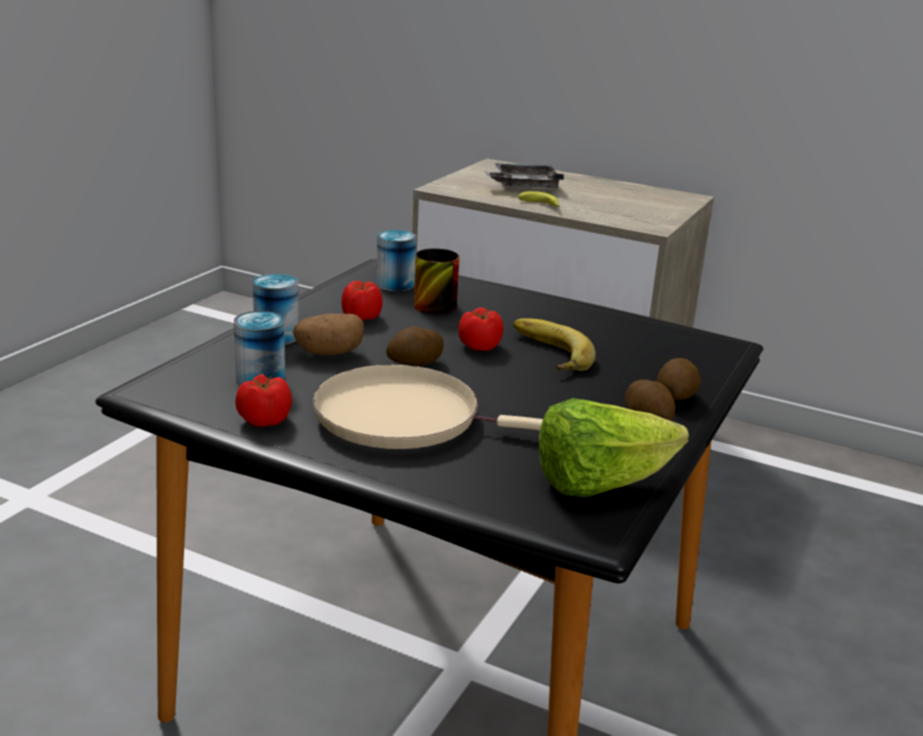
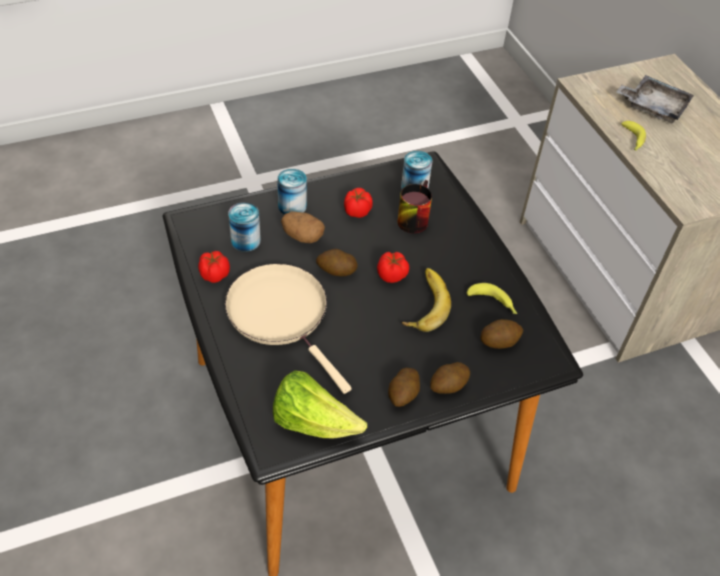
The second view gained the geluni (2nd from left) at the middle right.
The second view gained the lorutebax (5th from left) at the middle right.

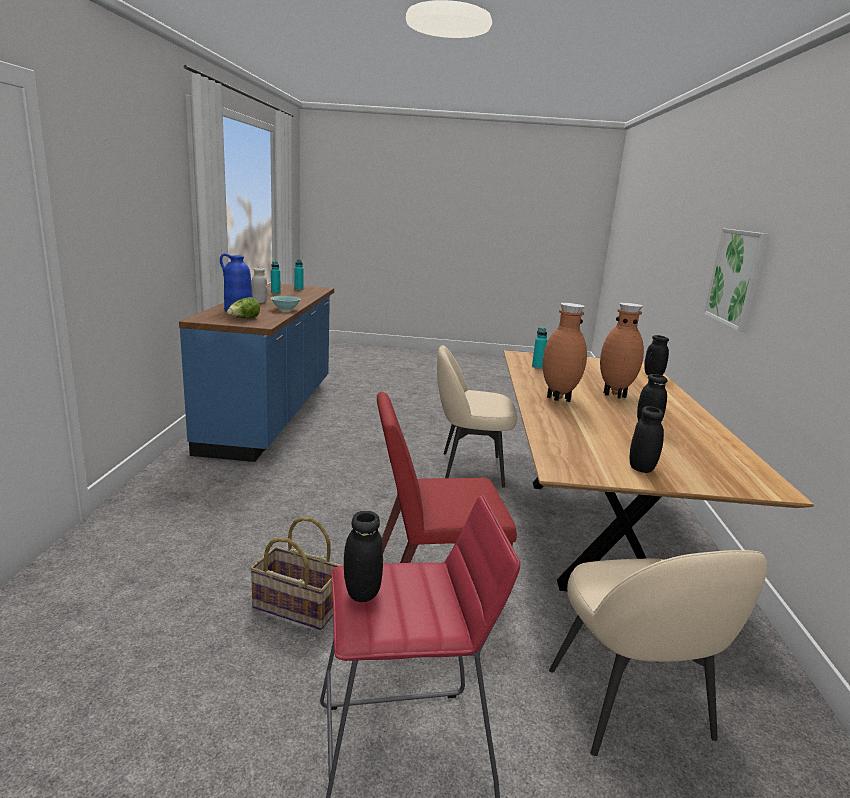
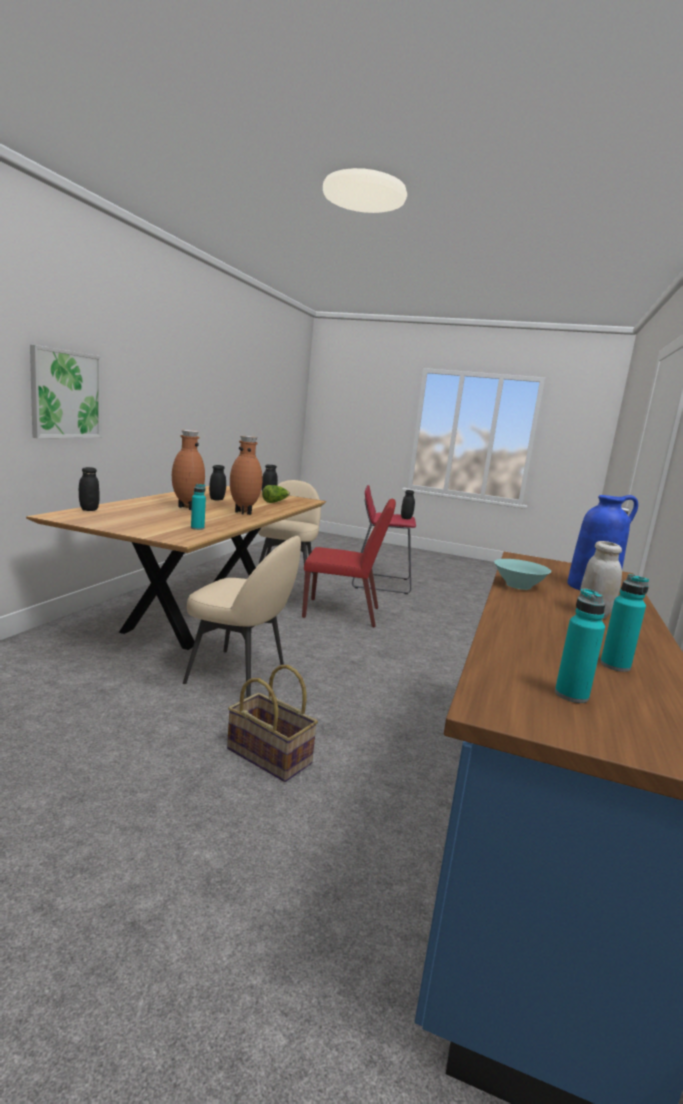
The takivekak ended up elsewhere, having gone from the bottom centre to the centre.
The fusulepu ended up elsewhere, having gone from the middle left to the centre.

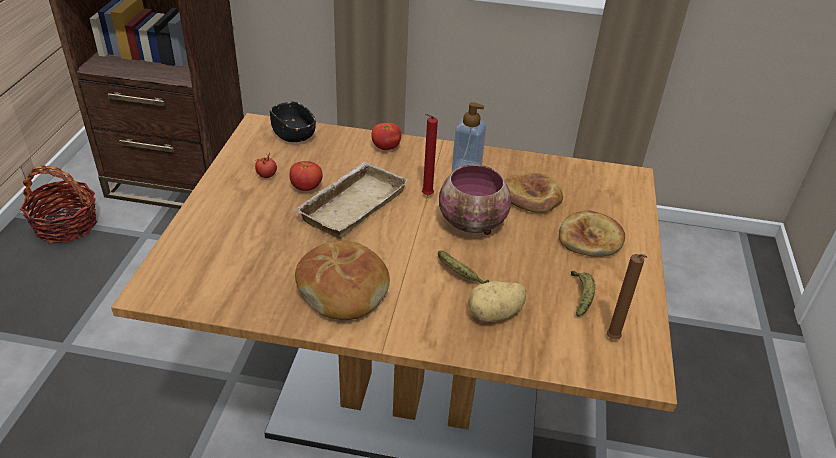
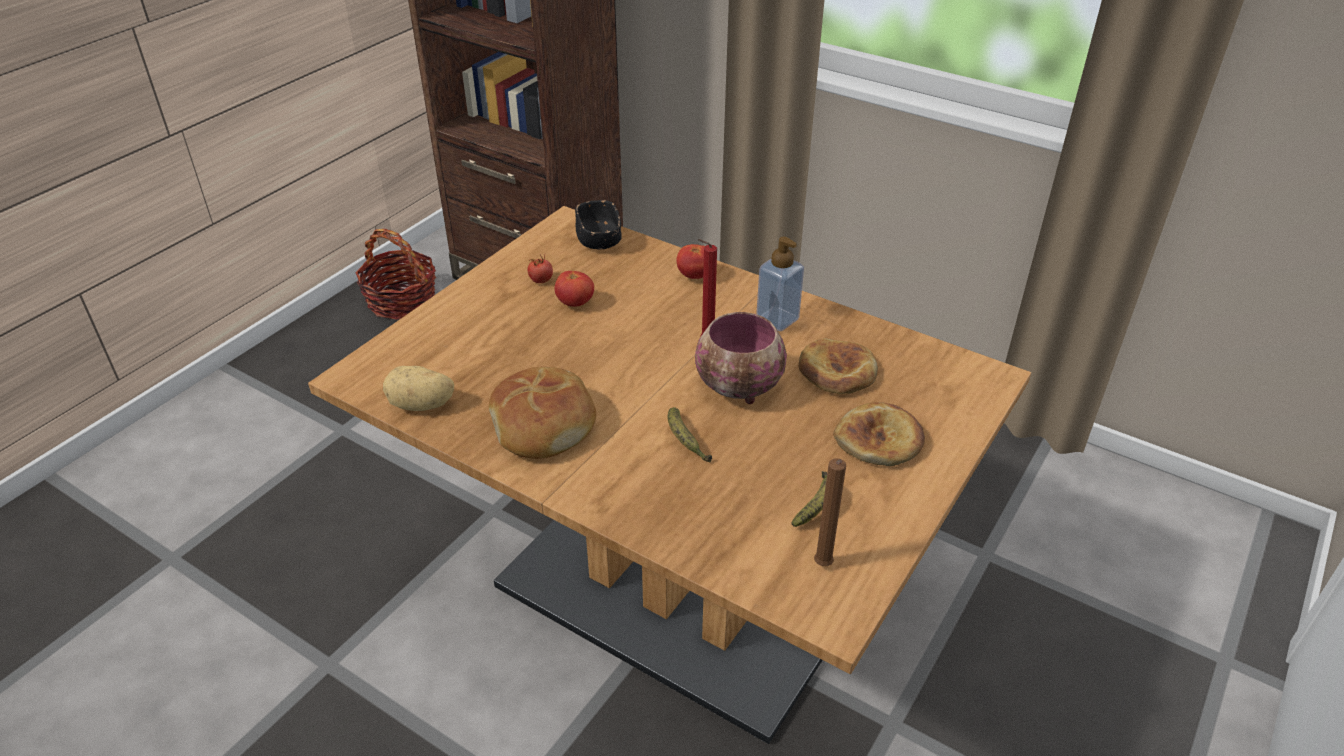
The lorutebax ended up elsewhere, having gone from the centre to the middle left.
The second view lost the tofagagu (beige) at the centre.

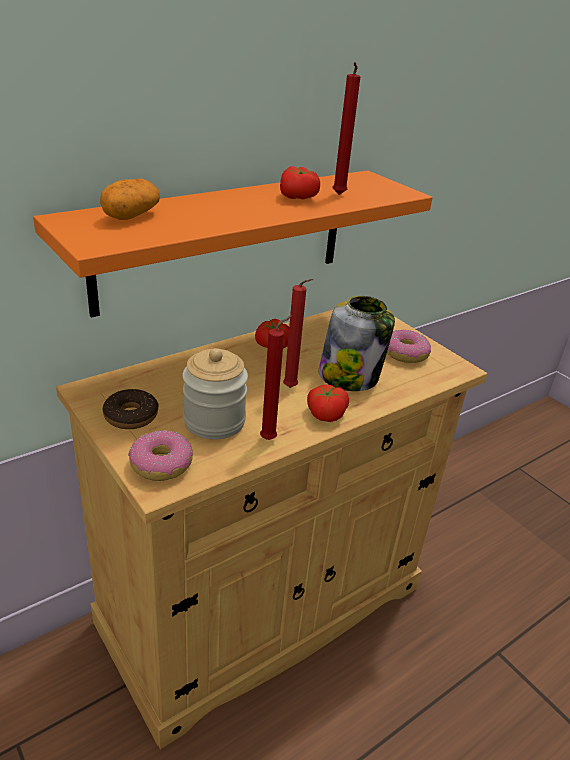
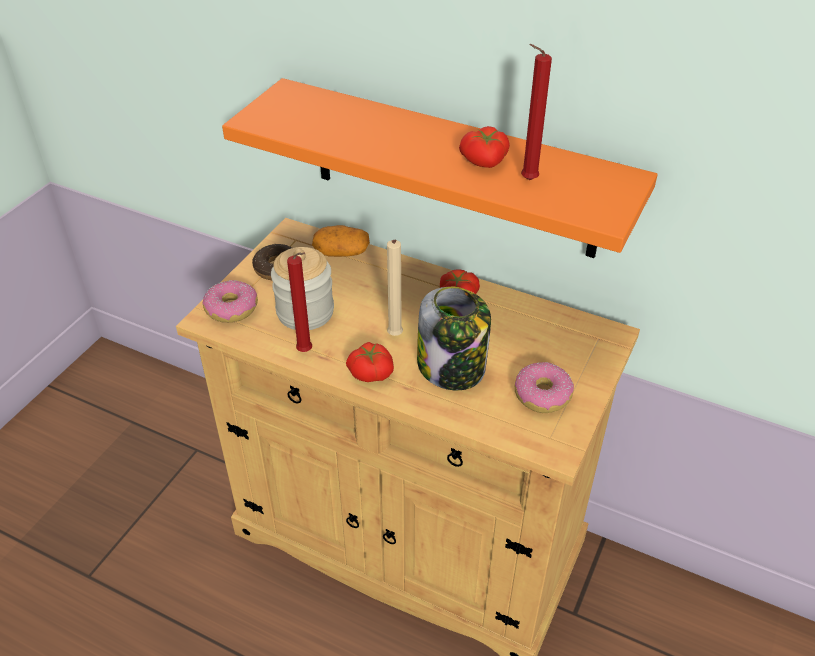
The lorutebax ended up elsewhere, having gone from the top left to the centre.
What was the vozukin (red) (2nd from left) at the centre turned into the vozukin (beige) at the centre.

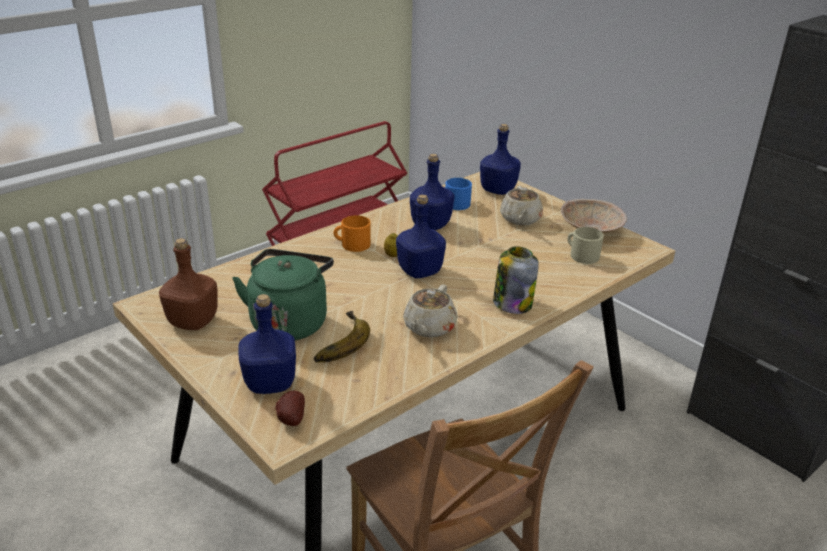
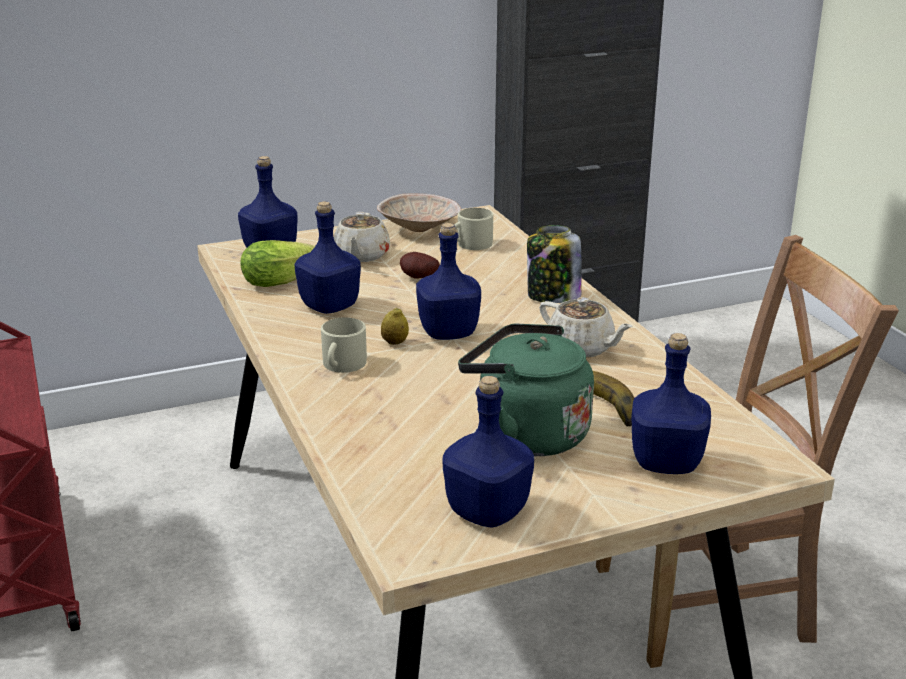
Where the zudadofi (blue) stood at the centre, the fusulepu came to stand at the middle left.
What was the zudadofi (orange) at the centre turned into the zudadofi (beige) (1st from left) at the centre.
The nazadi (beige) (2nd from left in the first image) at the centre ended up facing another way, 75 degrees clockwise from before.
The lorutebax ended up elsewhere, having gone from the bottom centre to the centre.
What was the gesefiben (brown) at the middle left turned into the gesefiben (blue) (4th from left) at the centre.

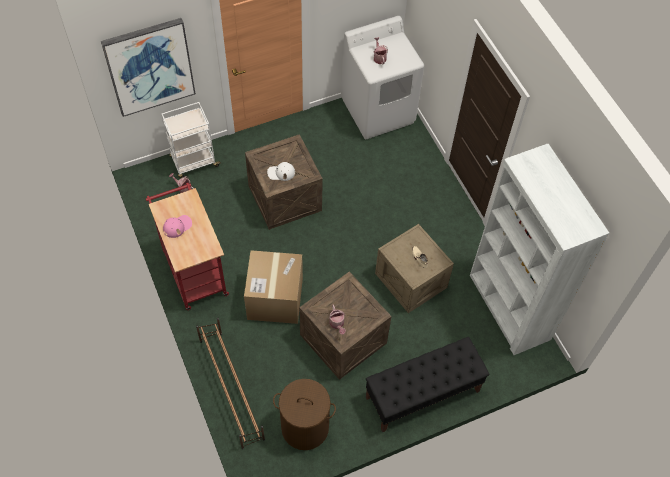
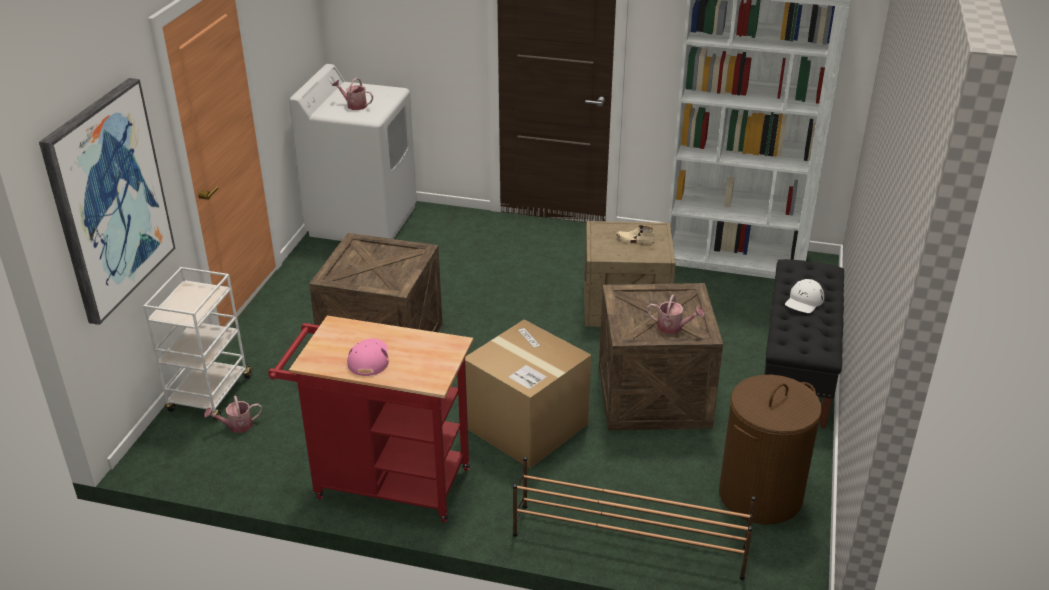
The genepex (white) ended up elsewhere, having gone from the centre to the middle right.

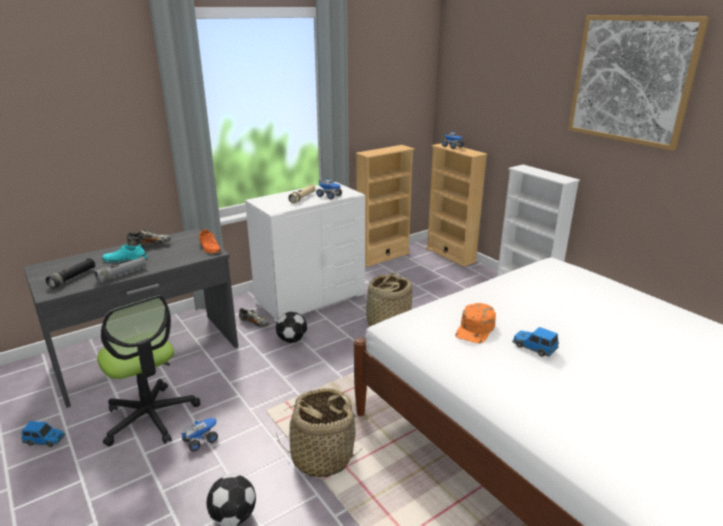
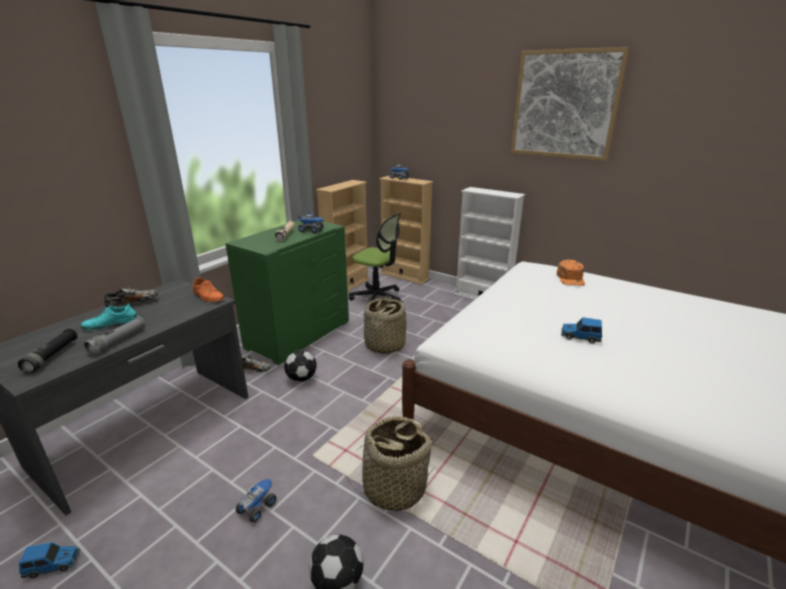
What was the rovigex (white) at the centre turned into the rovigex (green) at the centre.
The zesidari ended up elsewhere, having gone from the bottom left to the centre.
The genepex (orange) ended up elsewhere, having gone from the centre to the middle right.

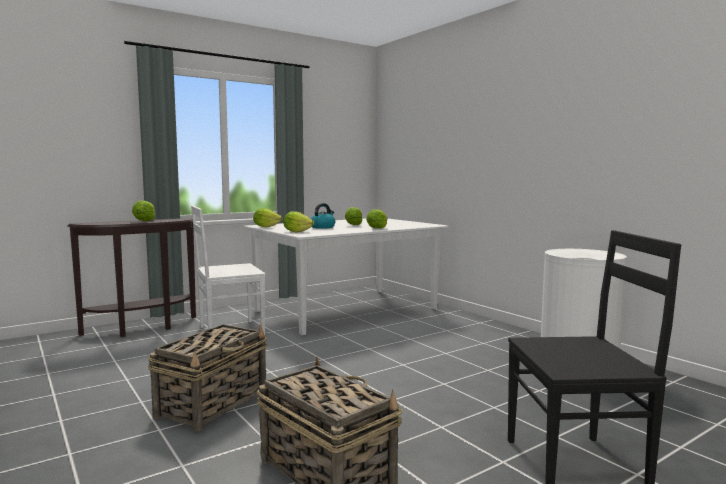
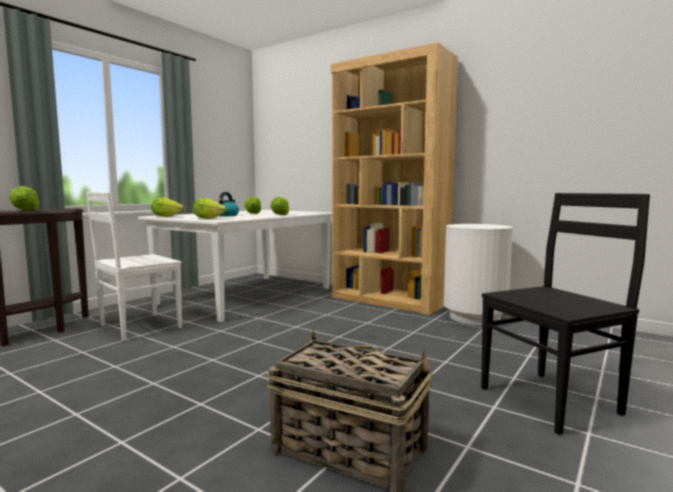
The second view gained the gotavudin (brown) at the centre.
The second view lost the takivekak (1st from left) at the bottom left.

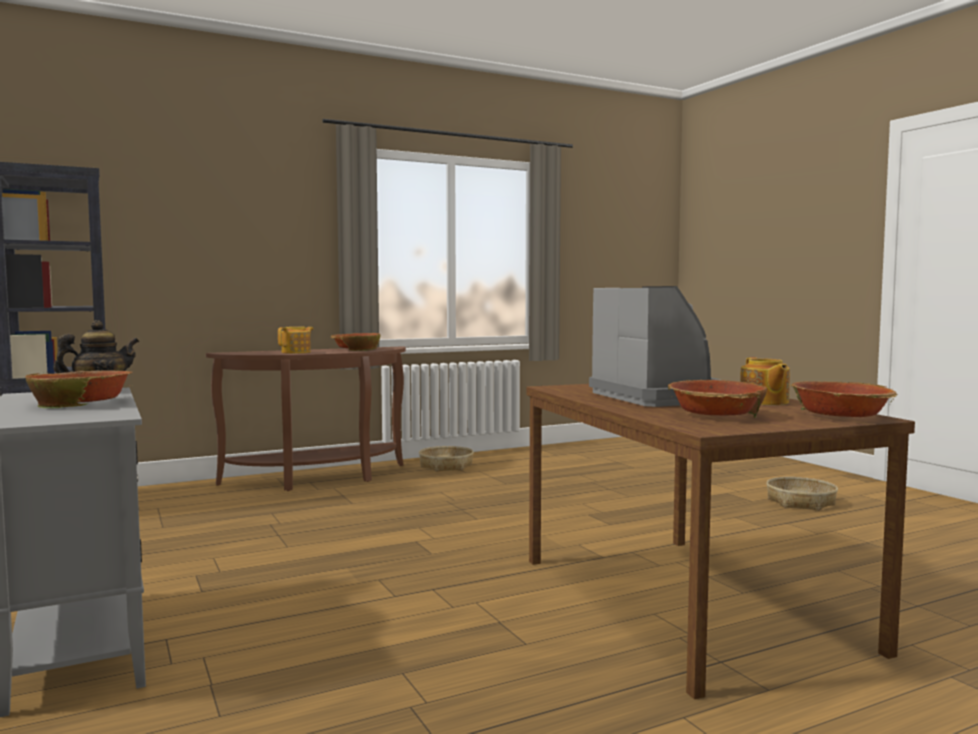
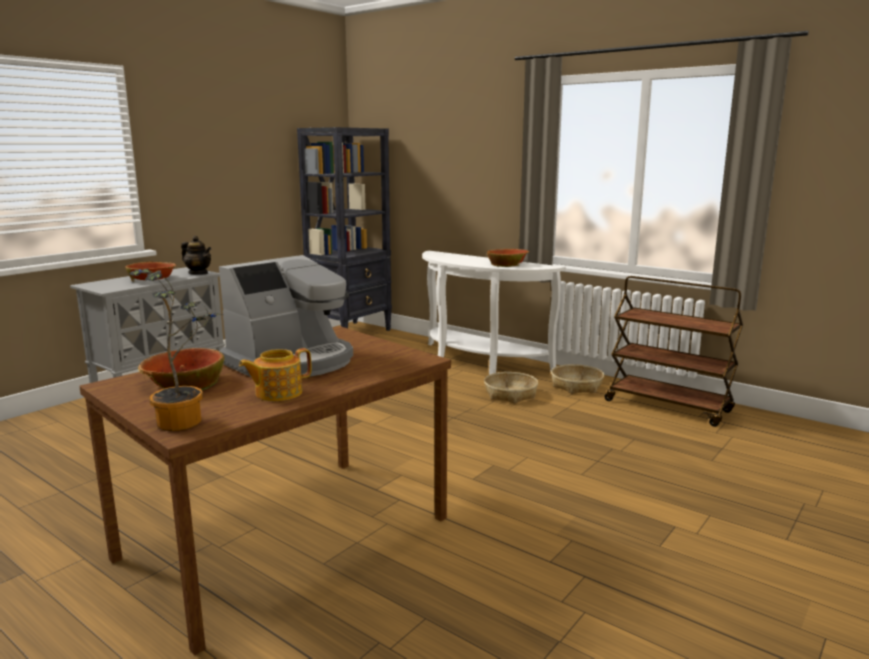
Where the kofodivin (4th from left) stood at the middle right, the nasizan came to stand at the middle left.
What was the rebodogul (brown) at the middle left turned into the rebodogul (white) at the centre.
The takivekak (2nd from left in the first image) ended up elsewhere, having gone from the bottom right to the centre.
The second view gained the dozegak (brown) at the middle right.
The second view lost the nazadi (2nd from left) at the middle left.

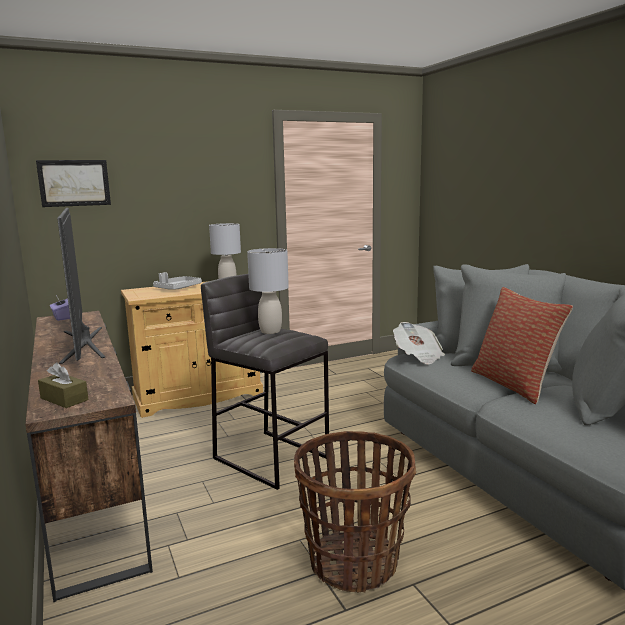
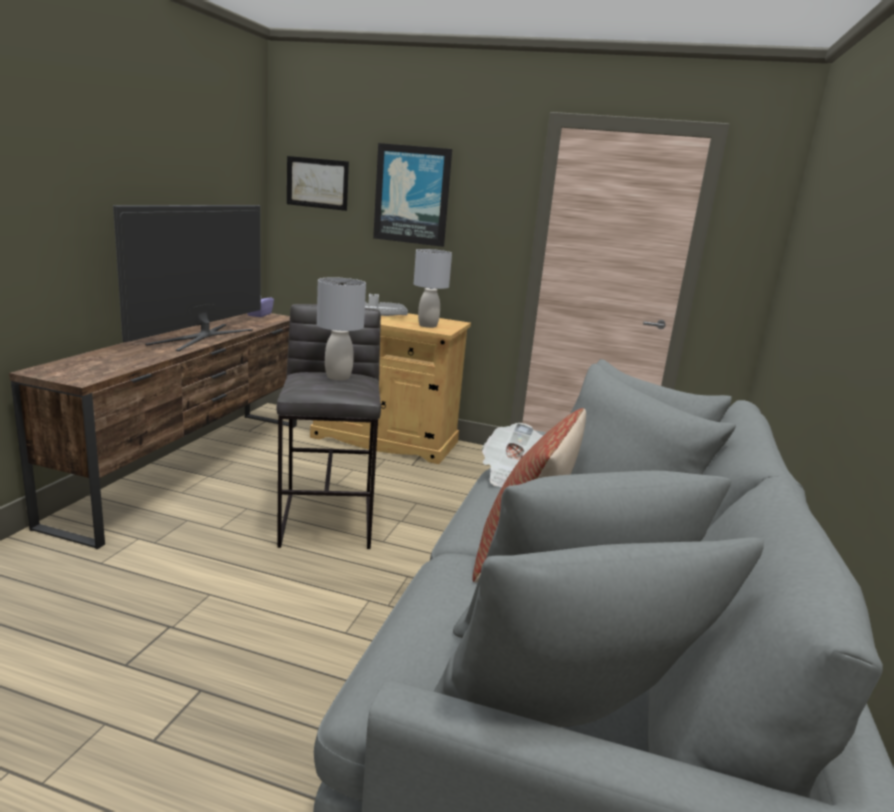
The second view gained the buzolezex (2nd from left) at the top centre.
The second view lost the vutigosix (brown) at the middle left.
The second view lost the takivekak at the bottom centre.

